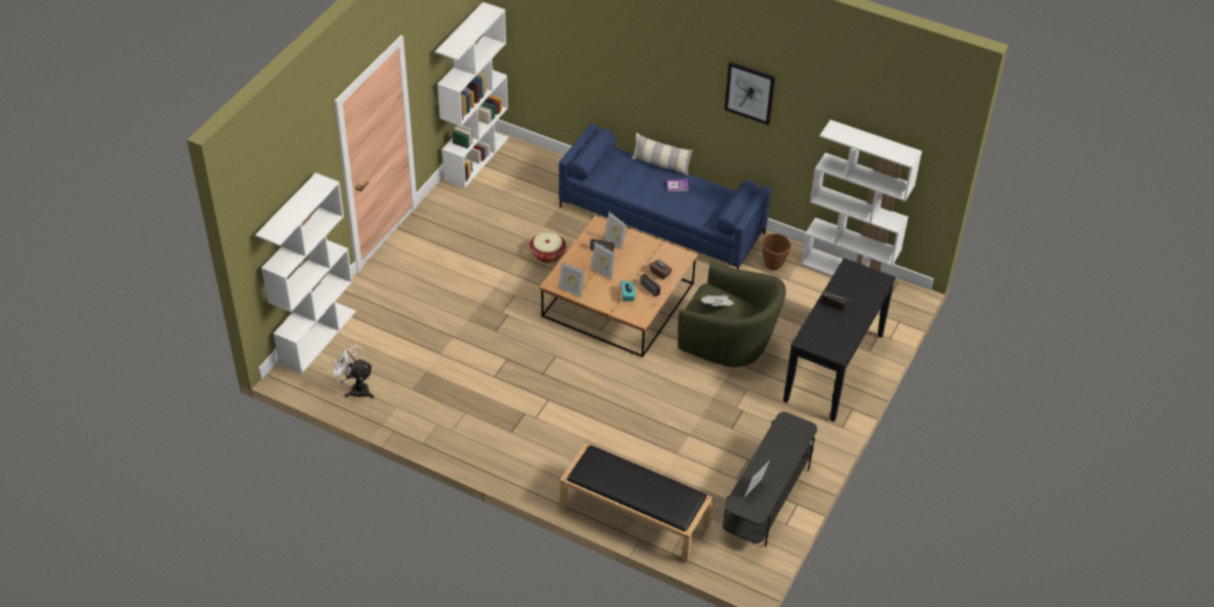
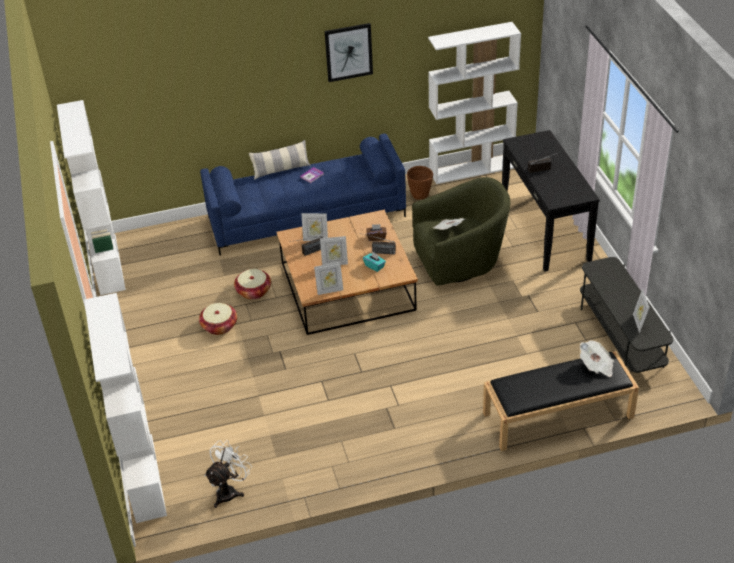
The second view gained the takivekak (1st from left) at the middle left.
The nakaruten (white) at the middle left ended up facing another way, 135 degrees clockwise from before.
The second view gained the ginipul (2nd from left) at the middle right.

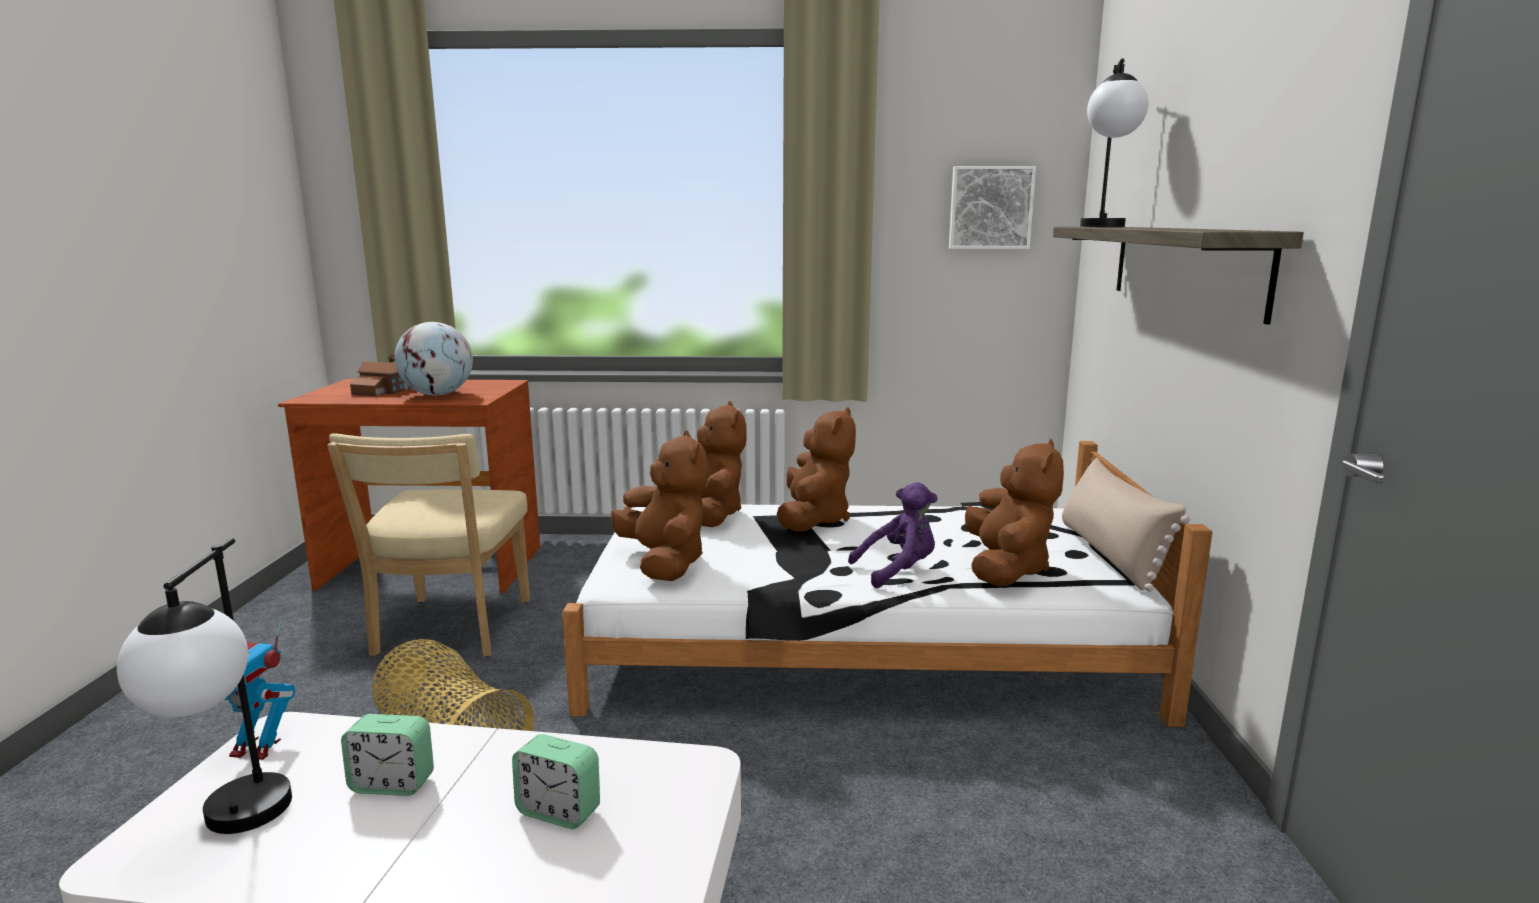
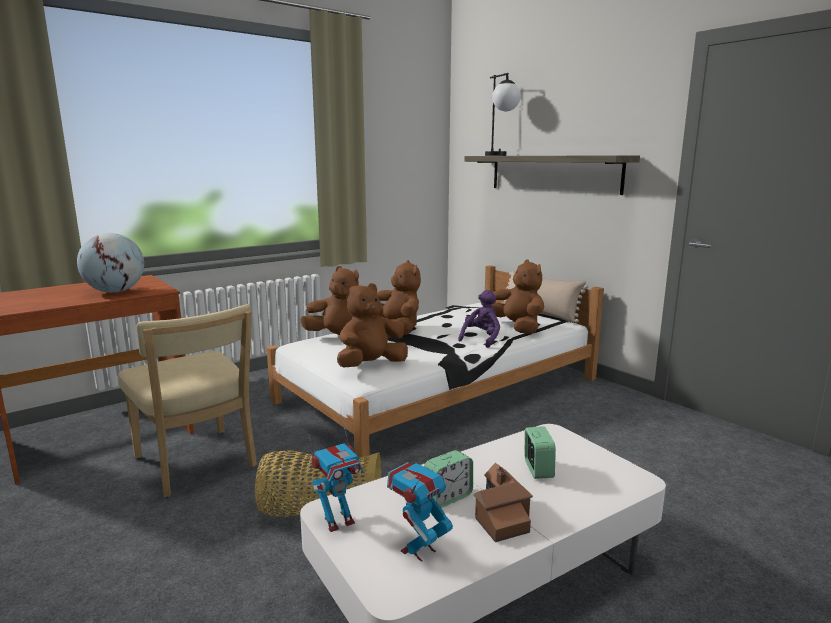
The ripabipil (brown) (1st from left in the first image) at the centre ended up facing another way, 60 degrees counterclockwise from before.
Where the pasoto (1st from left) stood at the bottom left, the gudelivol (2nd from left) came to stand at the bottom centre.
The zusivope ended up elsewhere, having gone from the middle left to the bottom centre.
The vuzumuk (2nd from left) at the bottom centre ended up facing another way, 75 degrees counterclockwise from before.
The second view lost the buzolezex at the top centre.

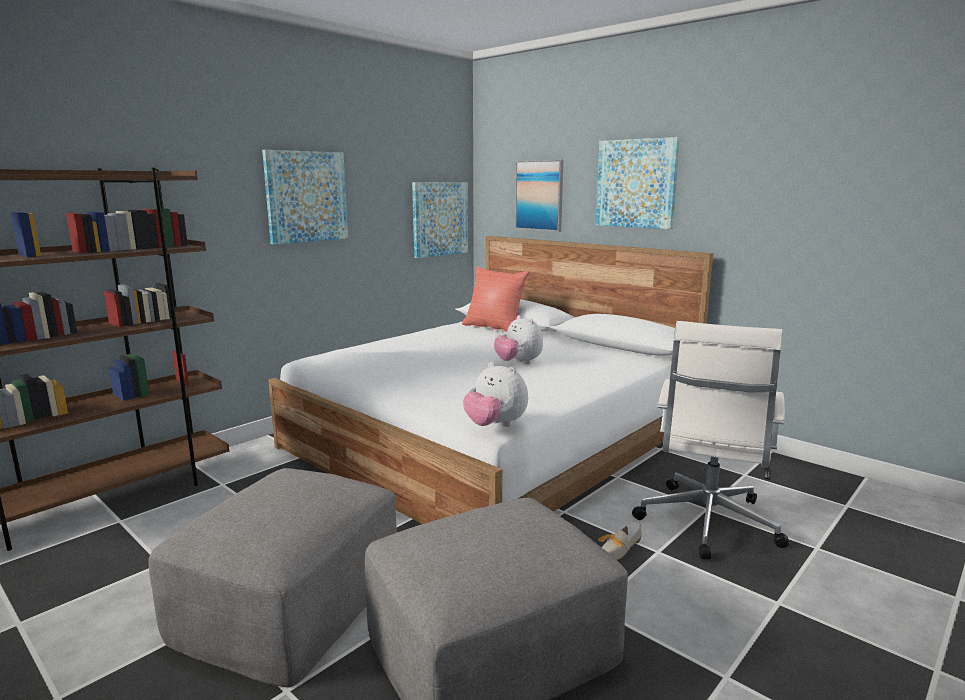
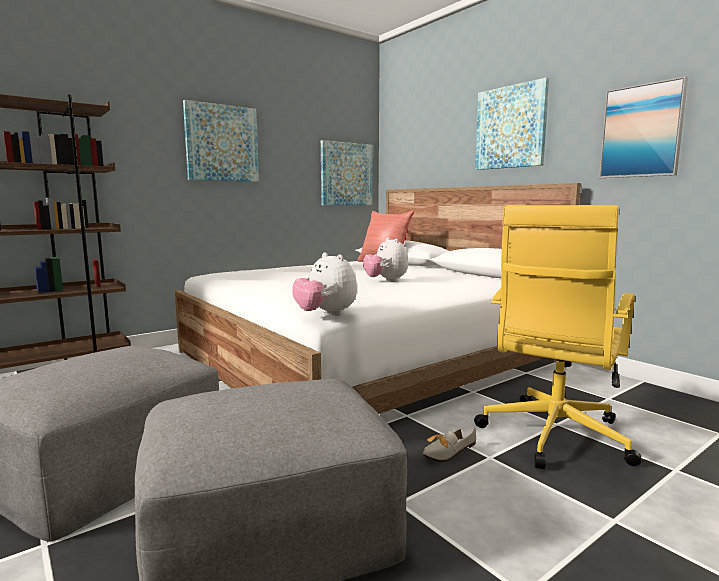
What was the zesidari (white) at the middle right turned into the zesidari (yellow) at the middle right.
The buzolezex (3rd from left in the first image) ended up elsewhere, having gone from the top centre to the top right.

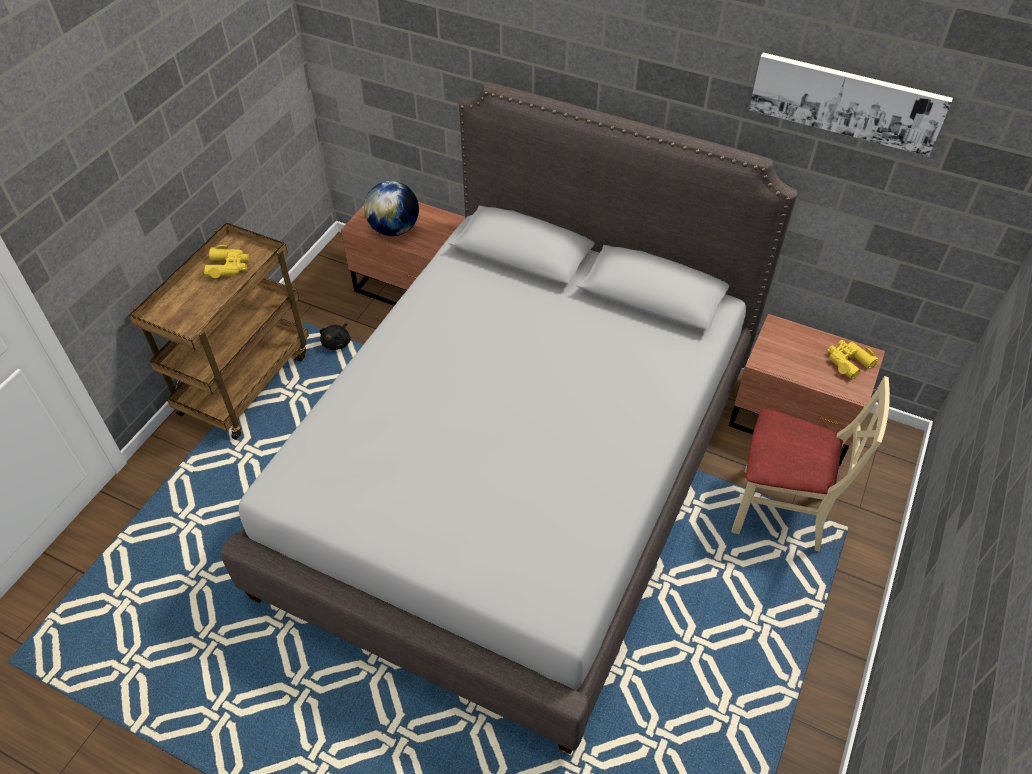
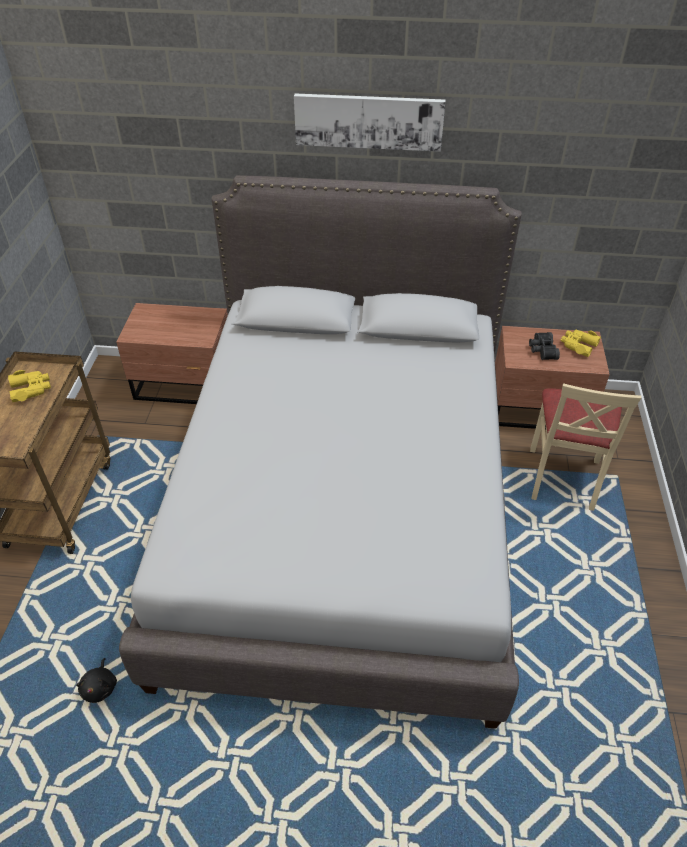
The ripabipil (black) ended up elsewhere, having gone from the middle left to the bottom left.
The buzolezex ended up elsewhere, having gone from the top right to the top centre.
The second view gained the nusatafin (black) at the middle right.
The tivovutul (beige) at the middle right ended up facing another way, 105 degrees clockwise from before.
The second view lost the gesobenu at the top centre.

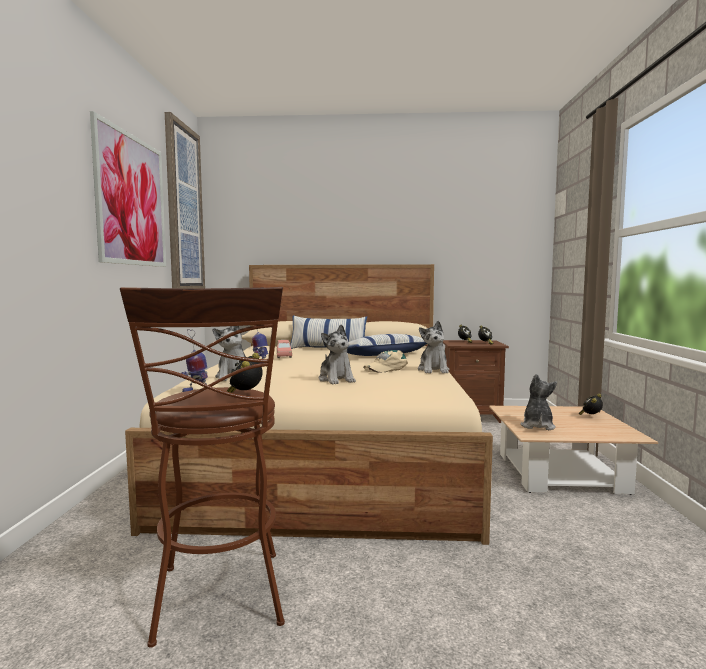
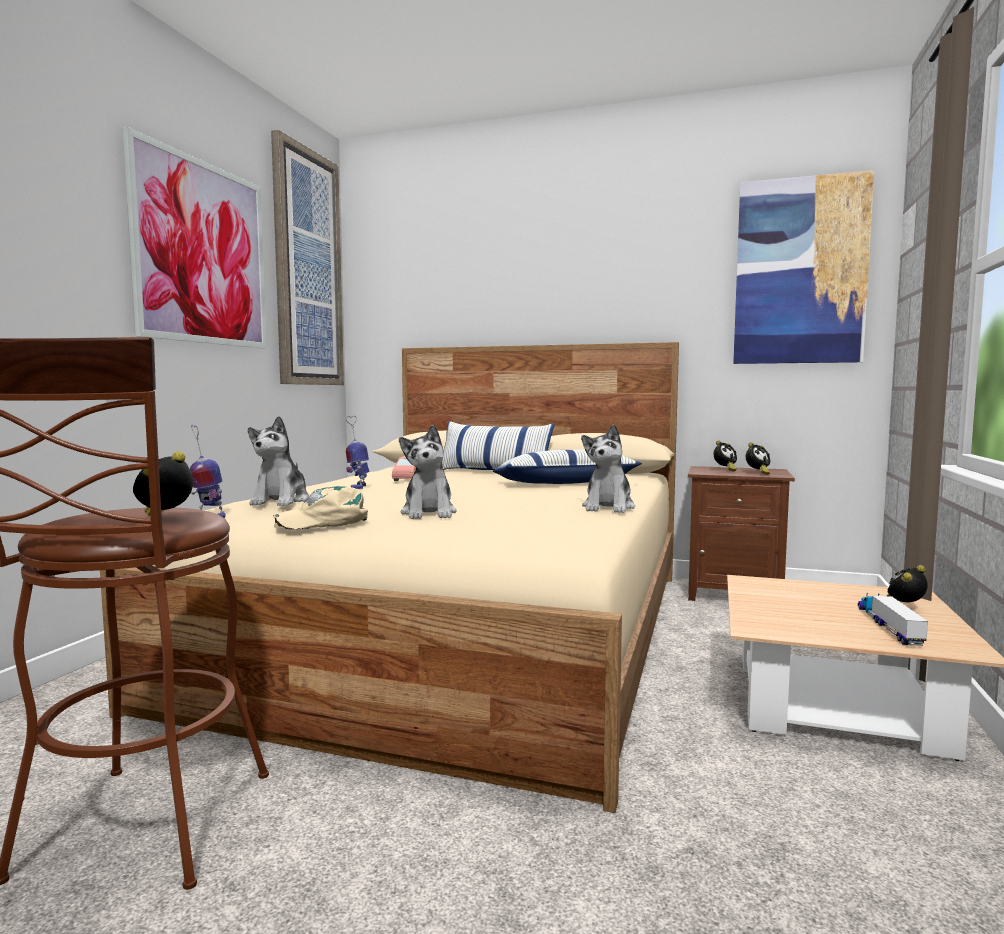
The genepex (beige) ended up elsewhere, having gone from the centre to the middle left.
The second view gained the buzolezex (3rd from left) at the top right.
The second view gained the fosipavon at the middle right.
The second view lost the ripabipil (4th from left) at the middle right.

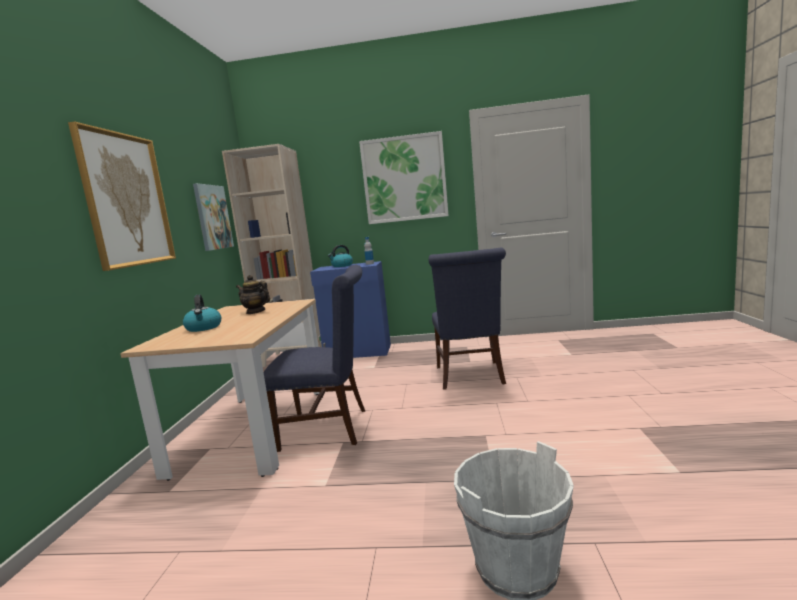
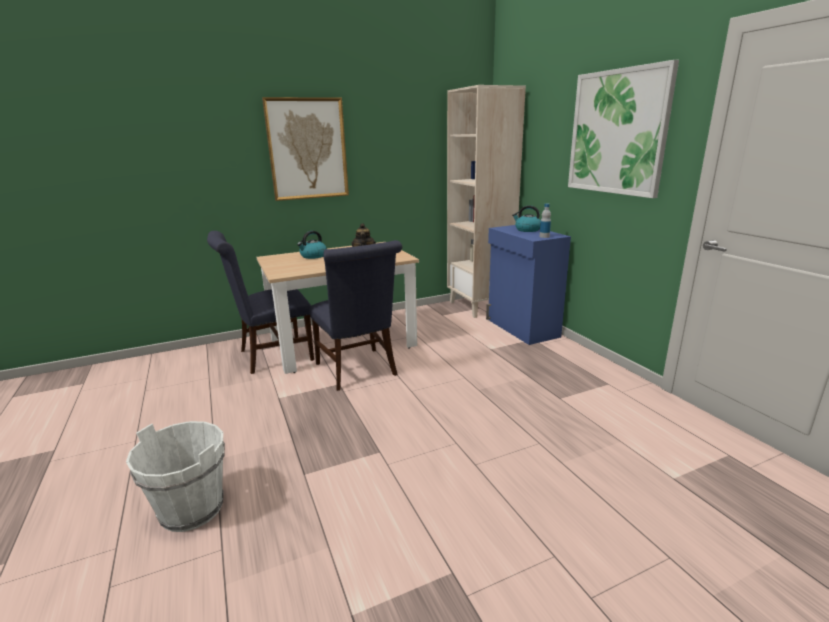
The tivovutul (blue) (2nd from left in the first image) ended up elsewhere, having gone from the centre to the middle left.
The second view lost the buzolezex (2nd from left) at the middle left.

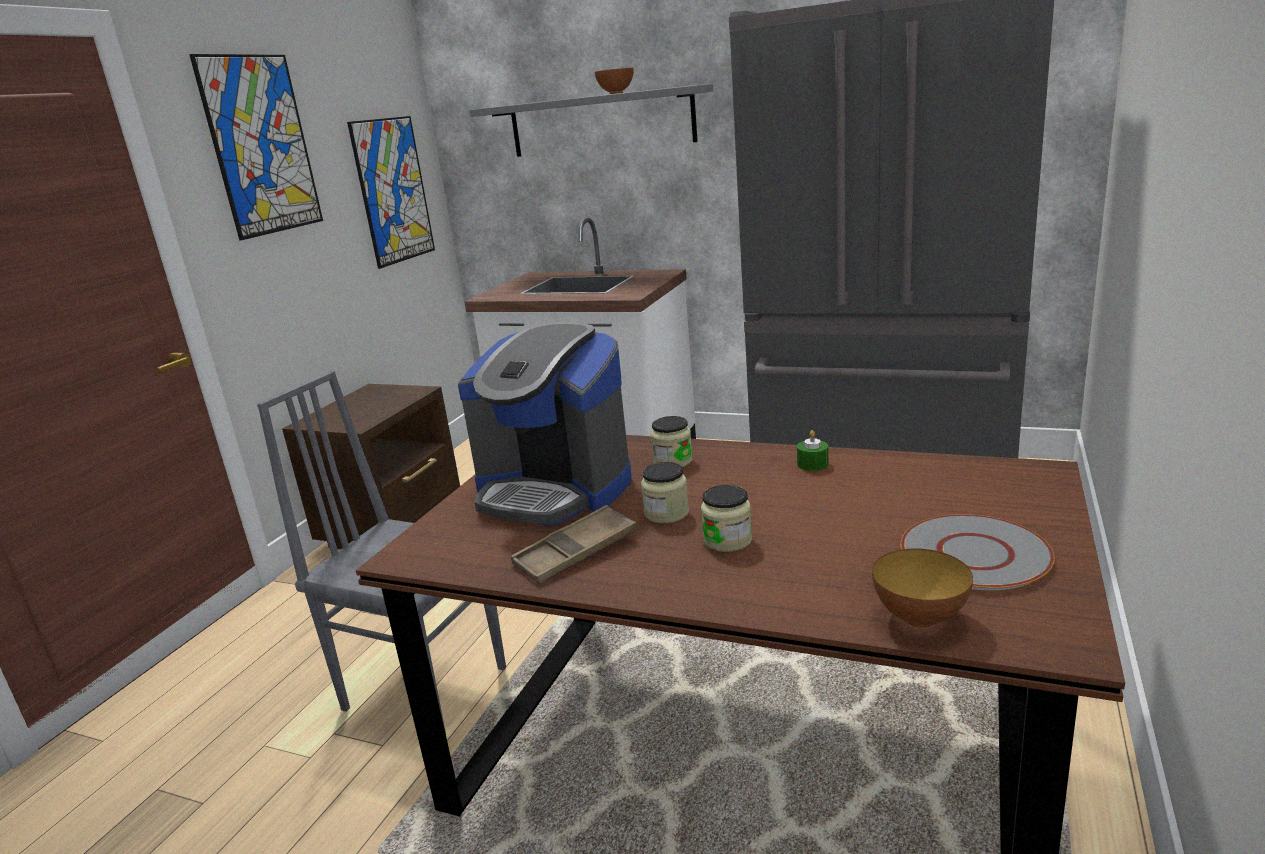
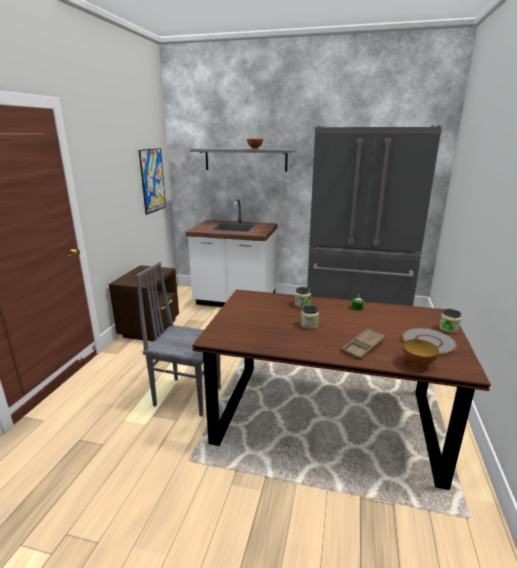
The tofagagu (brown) ended up elsewhere, having gone from the centre to the middle right.
The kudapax (3rd from left) ended up elsewhere, having gone from the centre to the middle right.
The second view lost the buzolezex (1st from left) at the top left.
The second view lost the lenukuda at the centre.

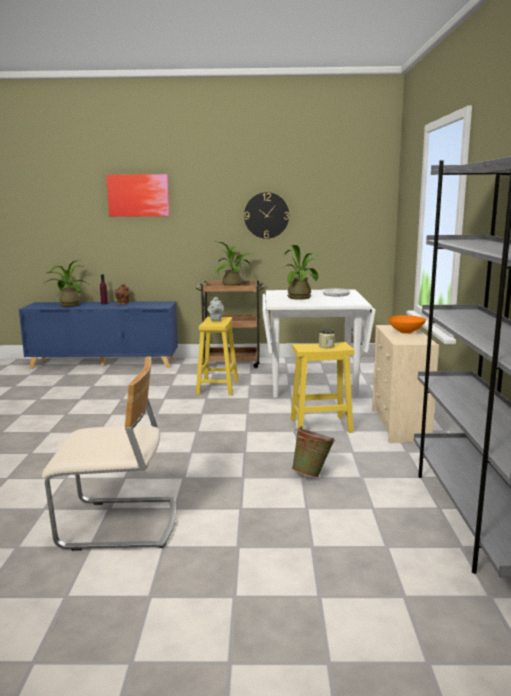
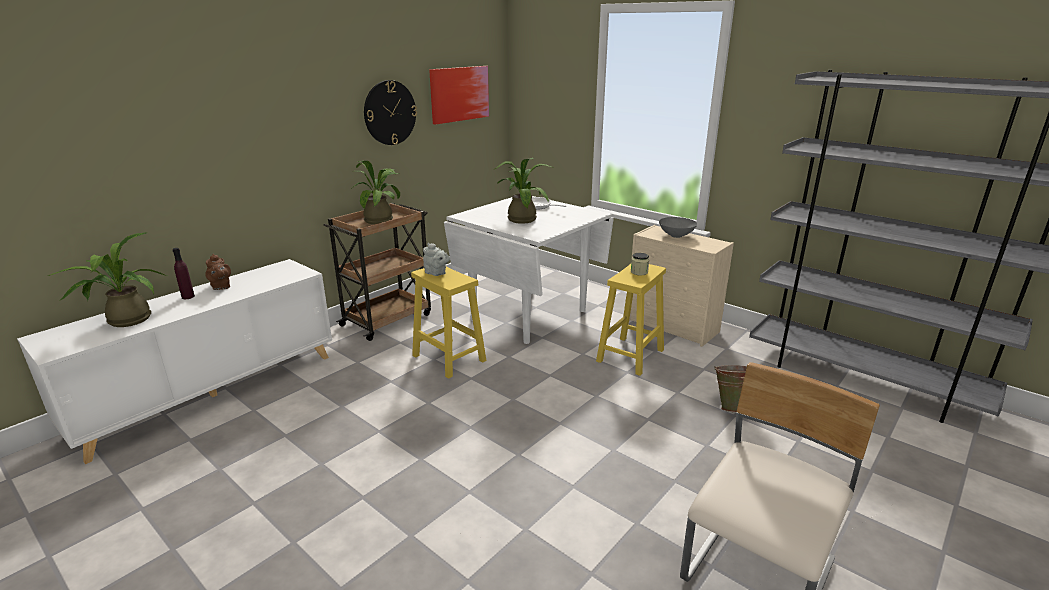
What was the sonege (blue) at the middle left turned into the sonege (white) at the middle left.
The buzolezex ended up elsewhere, having gone from the top left to the top centre.
What was the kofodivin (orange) at the middle right turned into the kofodivin (grey) at the centre.

